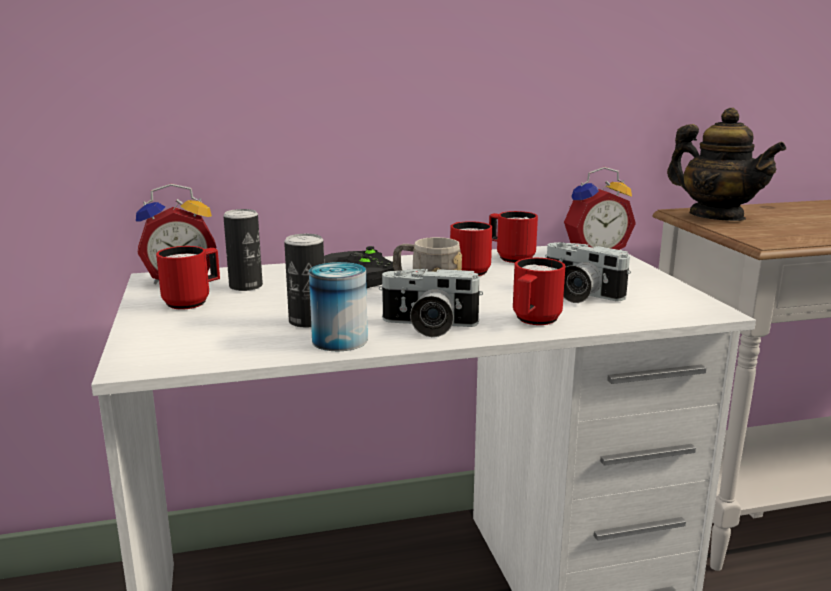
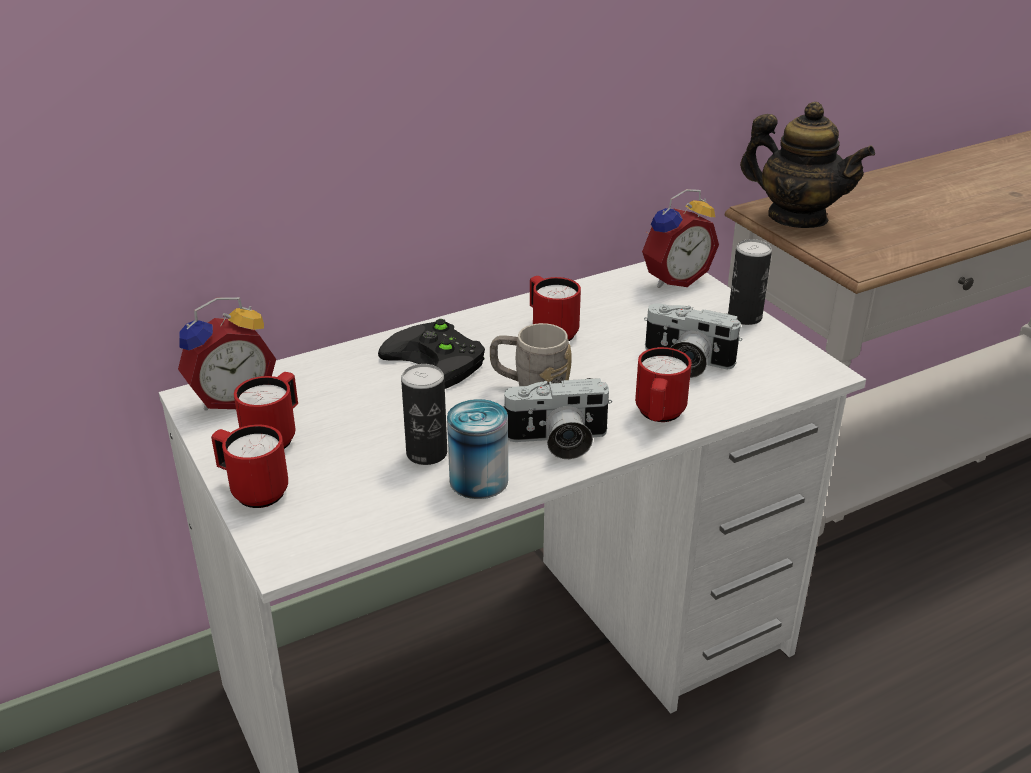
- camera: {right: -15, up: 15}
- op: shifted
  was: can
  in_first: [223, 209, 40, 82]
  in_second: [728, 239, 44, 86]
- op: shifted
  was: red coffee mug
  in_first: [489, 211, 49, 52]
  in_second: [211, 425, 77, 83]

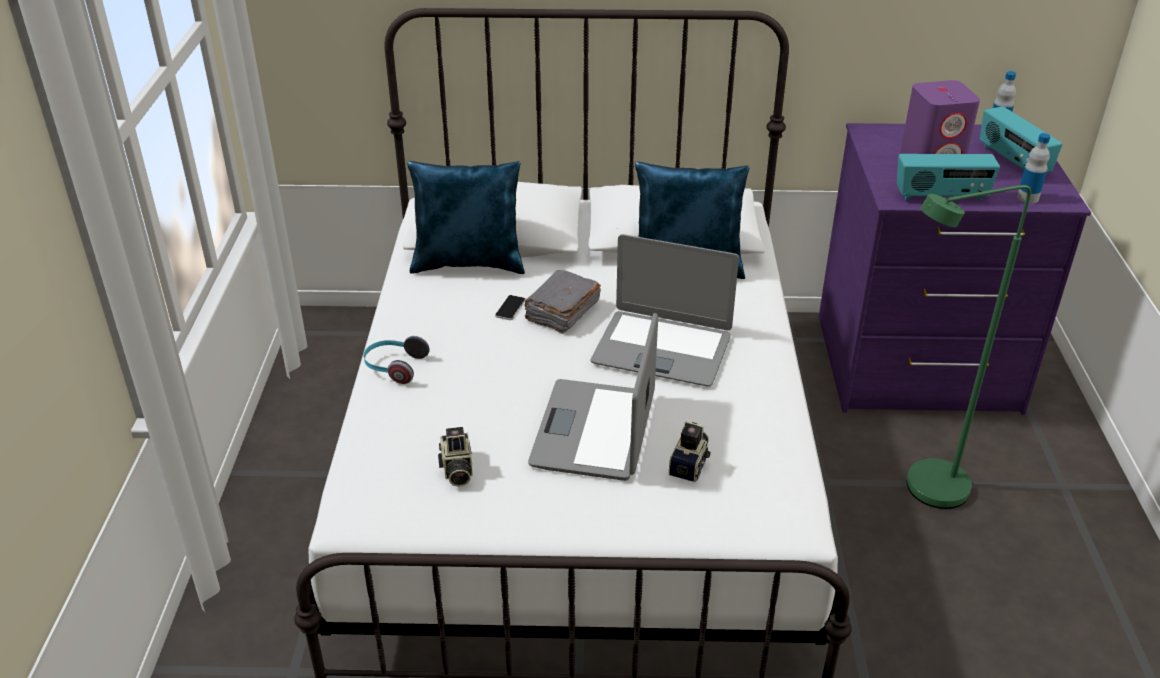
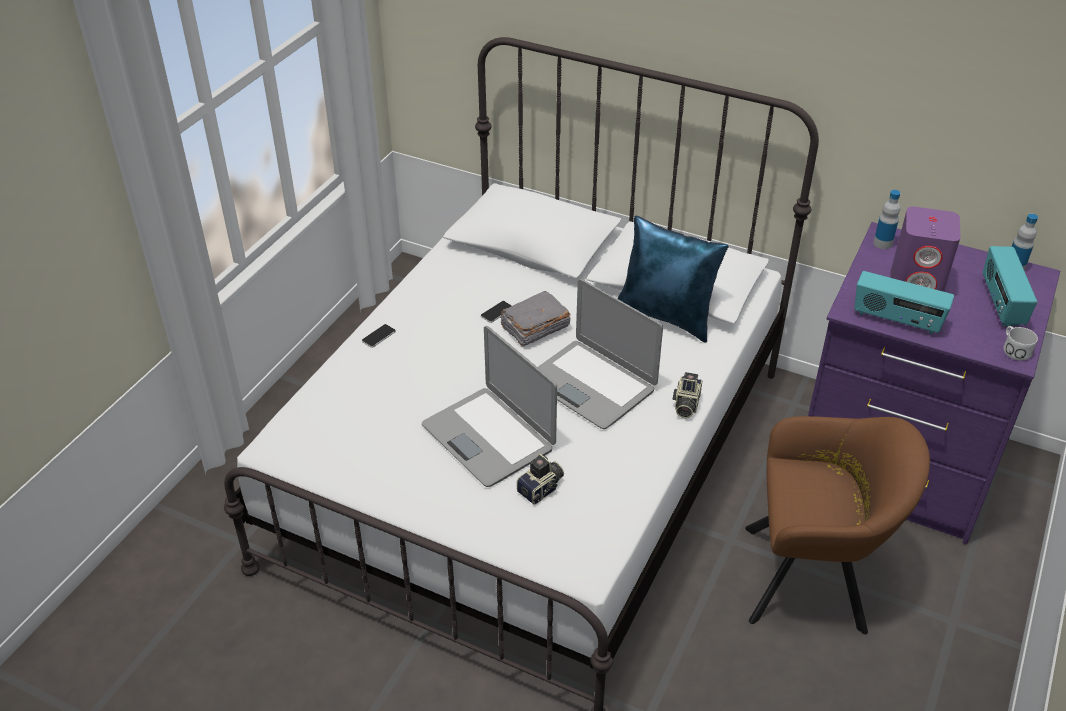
- camera: {right: 25, up: 5}
- op: shifted
  was: drink bottle
  in_first: [1017, 133, 33, 70]
  in_second: [873, 190, 27, 59]
- op: gone
  was: bluish cushion
  in_first: [407, 161, 118, 113]
- op: swapped
  was: green standard lamp
  now: brown-coloured armchair
  in_first: [907, 185, 124, 324]
  in_second: [745, 416, 185, 218]
- op: rotated
  was: laptop
  in_first: [528, 313, 130, 168]
  in_second: [422, 326, 135, 161]
  clockwise: -75
- op: swapped
  was: headset
  now: phone
  in_first: [364, 336, 66, 48]
  in_second: [362, 324, 34, 24]
- op: shifted
  was: still camera
  in_first: [438, 427, 35, 60]
  in_second: [673, 372, 30, 46]
- op: new
  now: white-coloured coffee mug
  in_second: [1003, 326, 35, 35]

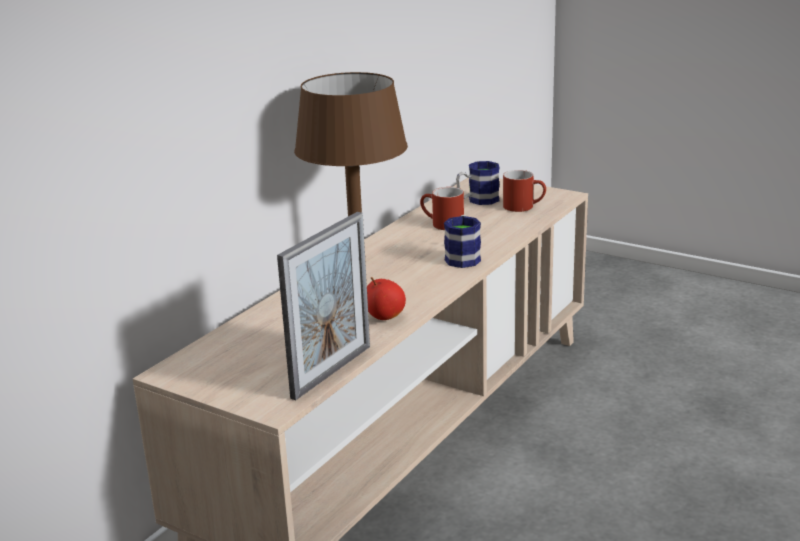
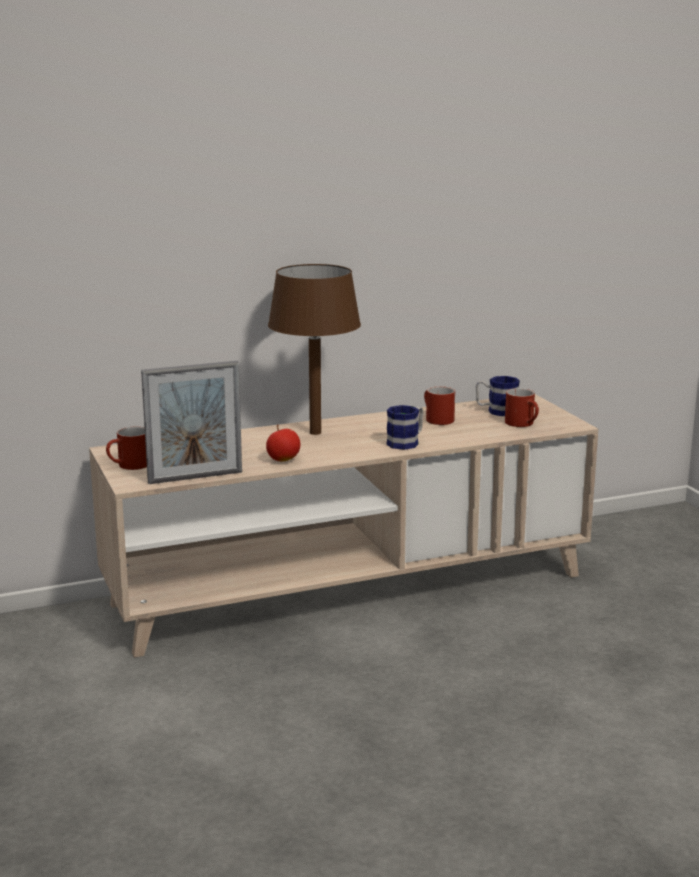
- camera: {right: 35, up: -5}
- op: new
  now: red coffee mug
  in_second: [106, 427, 41, 43]

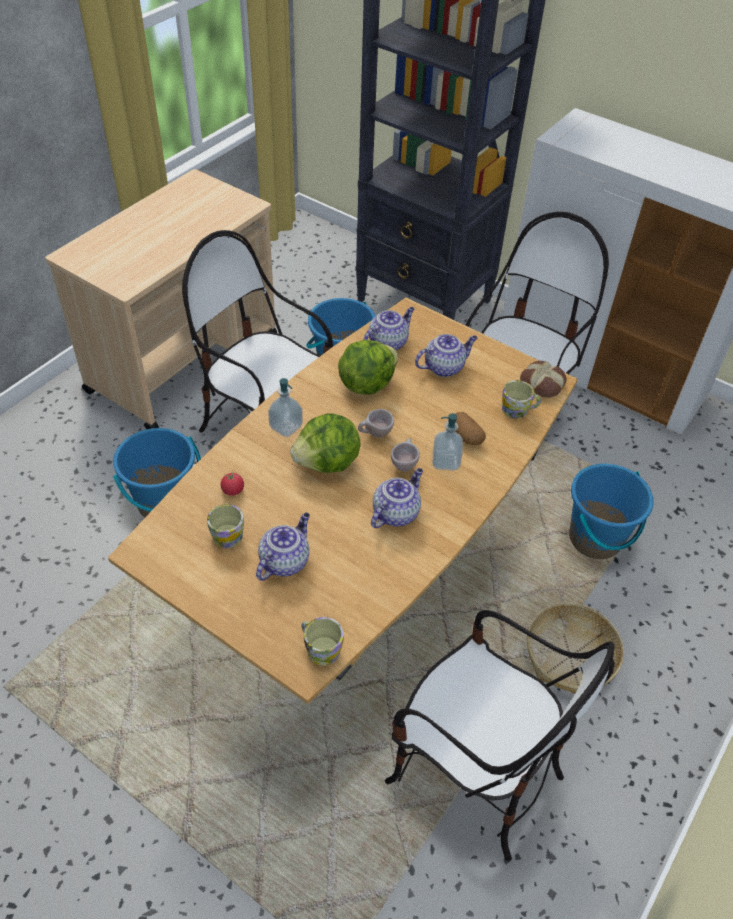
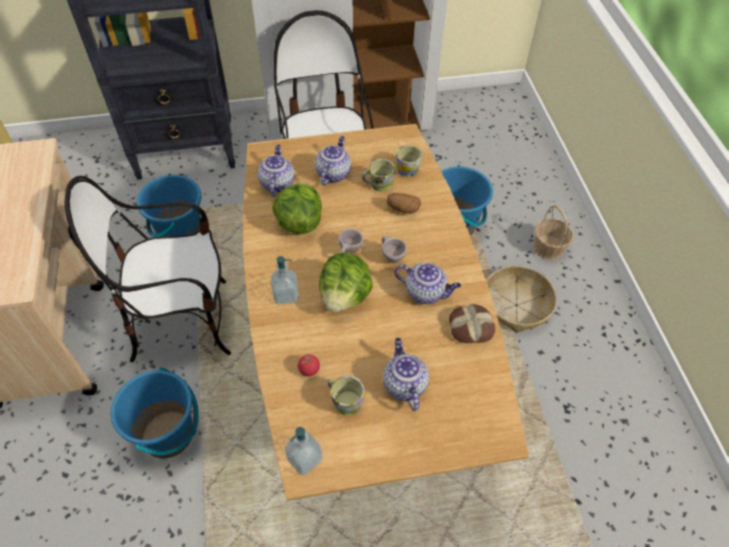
- camera: {right: -45, up: 5}
- op: shifted
  was: bakery bread
  in_first: [520, 361, 47, 37]
  in_second: [449, 304, 46, 39]
- op: shifted
  was: liquid soap bottle
  in_first: [433, 413, 30, 58]
  in_second: [285, 427, 38, 48]
- op: rotated
  was: pot for tea
  in_first: [371, 468, 52, 60]
  in_second: [394, 263, 67, 41]
  clockwise: 120
- op: gone
  was: upright chair
  in_first: [385, 610, 230, 251]
- op: shifted
  was: coffee mug
  in_first: [302, 617, 42, 48]
  in_second: [361, 159, 34, 32]
- op: new
  now: storage basket
  in_second: [533, 205, 41, 55]

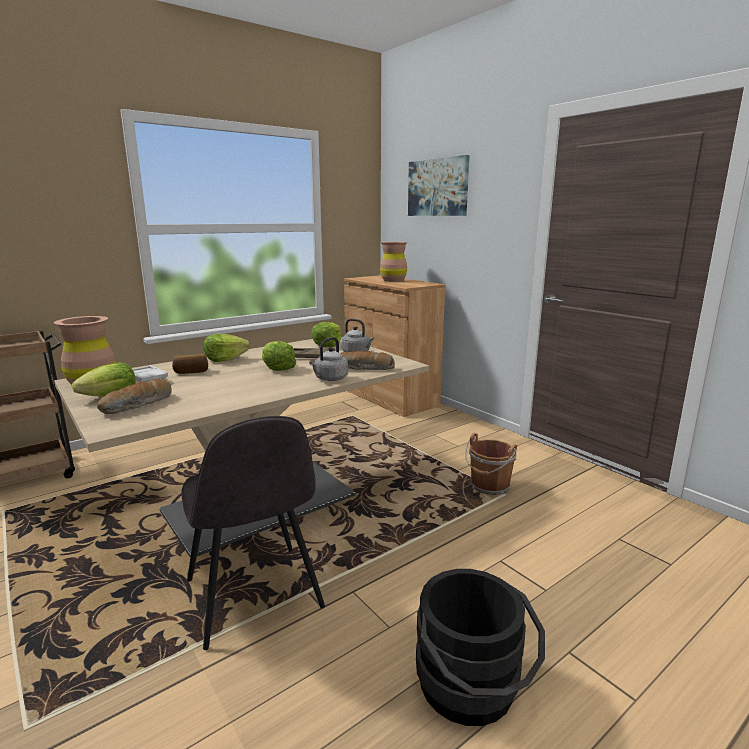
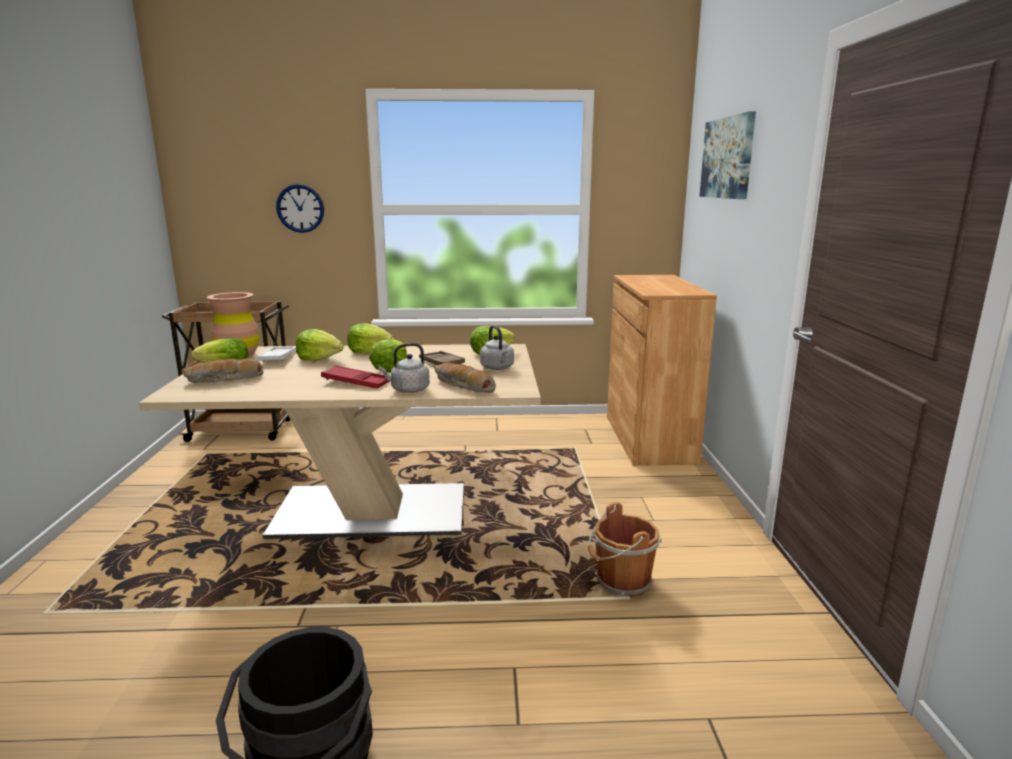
- camera: {right: 35, up: 0}
- op: gone
  was: brown-coloured flower vase
  in_first: [380, 242, 27, 40]
- op: swapped
  was: bakery bread
  now: lettuce head
  in_first: [172, 354, 36, 20]
  in_second: [296, 329, 48, 32]
- op: gone
  was: greyish upright chair
  in_first: [181, 416, 144, 234]
- op: new
  now: wall clock
  in_second: [276, 184, 48, 49]
- op: new
  now: red serving tray
  in_second: [321, 366, 70, 22]

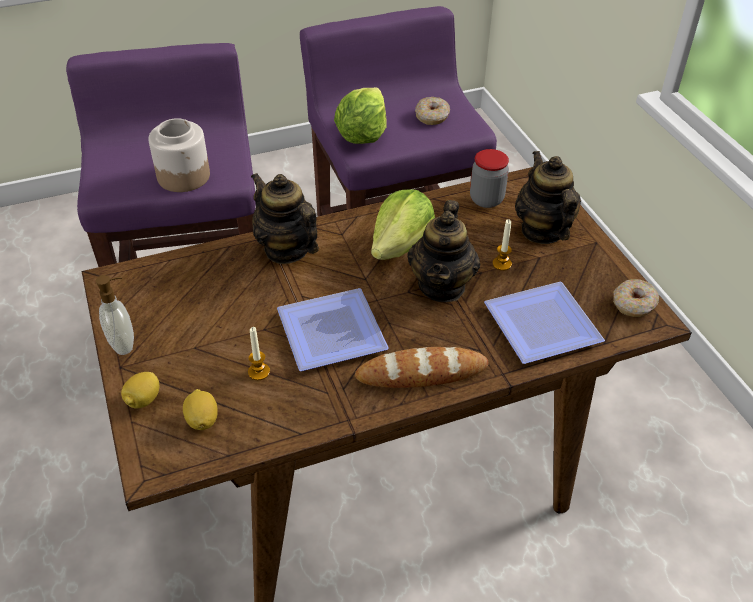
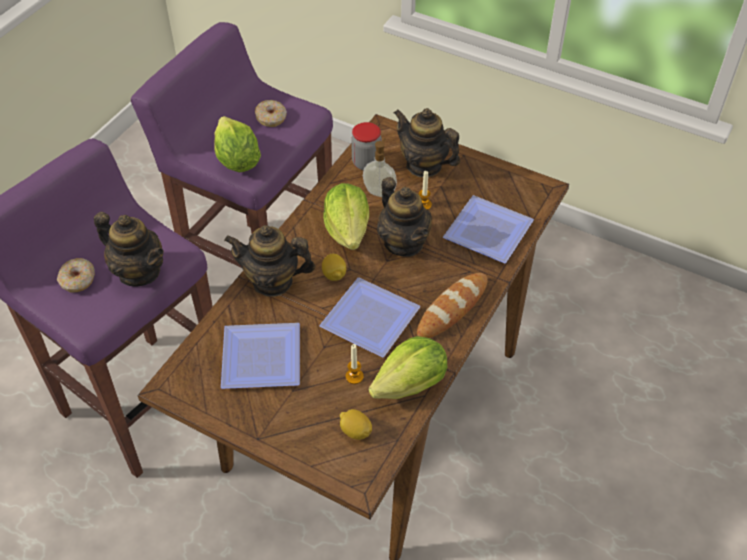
- camera: {right: -40, up: 5}
- op: swapped
  was: jar
  now: pot for tea
  in_first: [148, 118, 62, 74]
  in_second: [94, 212, 70, 75]
- op: shifted
  was: liquid soap bottle
  in_first: [96, 275, 38, 80]
  in_second: [363, 138, 34, 59]
- op: shifted
  was: ring doughnut
  in_first: [613, 279, 46, 38]
  in_second: [57, 258, 38, 35]
- op: shifted
  was: lemon
  in_first: [121, 372, 39, 37]
  in_second: [322, 254, 24, 27]
- op: new
  now: dinner plate
  in_second: [221, 323, 79, 66]
- op: new
  now: lettuce head
  in_second: [368, 336, 79, 63]

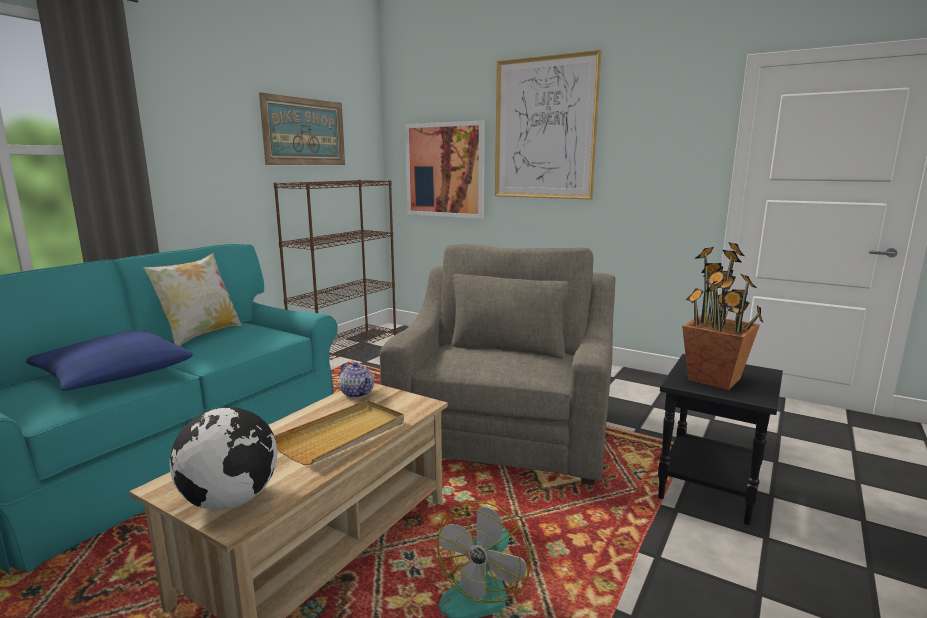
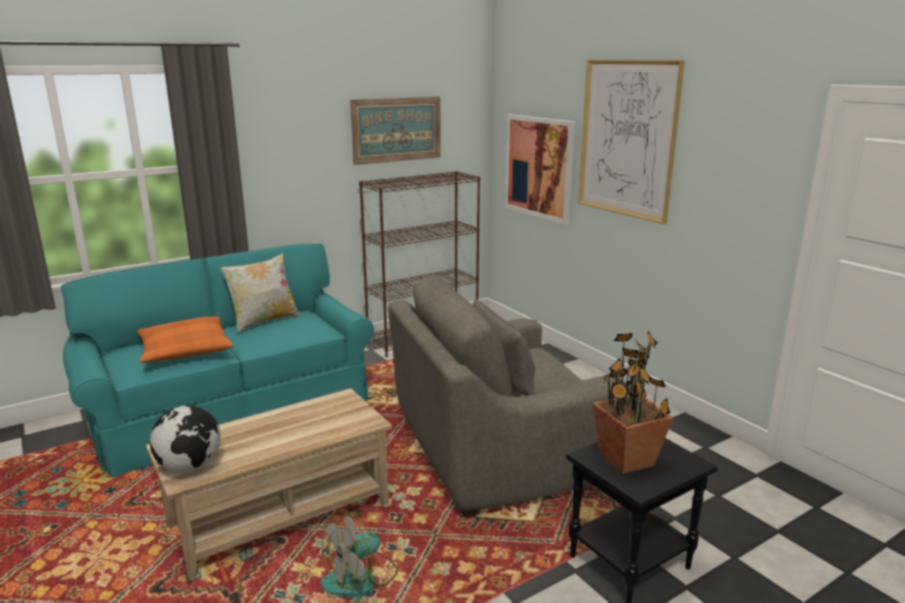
- camera: {right: 25, up: 5}
- op: rotated
  was: greyish armchair
  in_first: [380, 244, 236, 241]
  in_second: [388, 275, 228, 243]
  clockwise: -150
- op: repainted
  was: bluish cushion
  now: orange-coloured cushion
  in_first: [26, 330, 167, 61]
  in_second: [137, 316, 96, 47]
- op: gone
  was: pot for tea
  in_first: [339, 362, 35, 36]
- op: gone
  was: beige serving tray
  in_first: [274, 400, 130, 65]

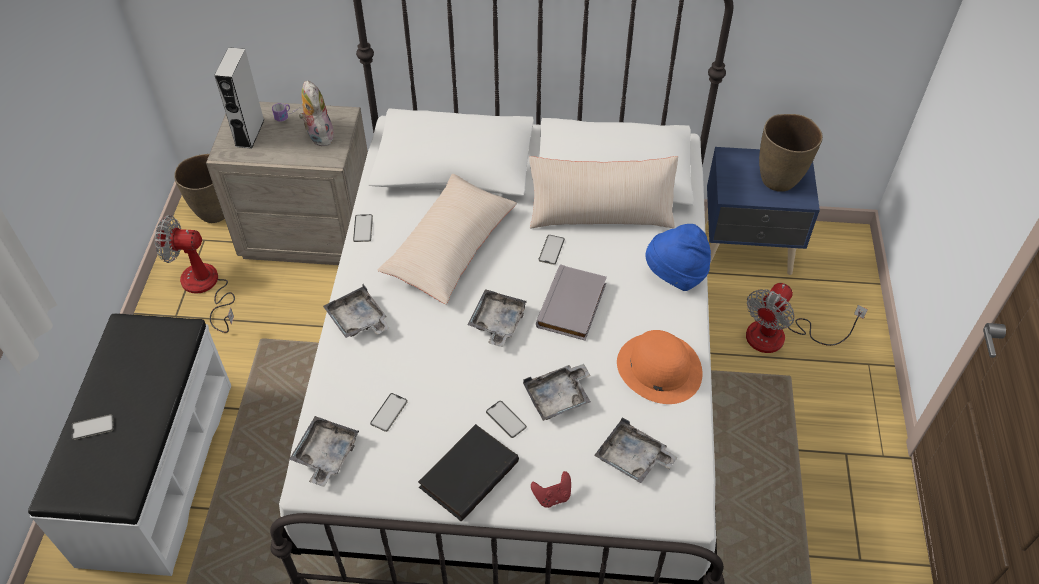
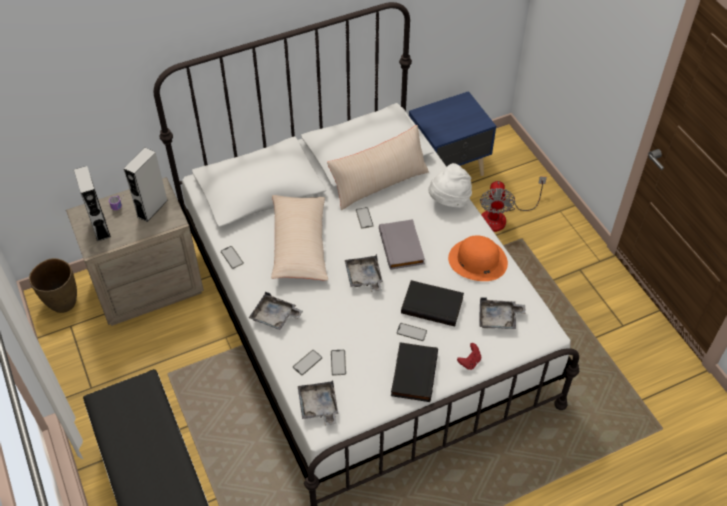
- camera: {right: -30, up: 0}
- op: swapped
  was: plush toy
  now: greyish speaker
  in_first: [299, 81, 35, 65]
  in_second: [124, 148, 44, 74]
- op: gone
  was: brown-coloured flower vase
  in_first: [759, 114, 64, 78]
- op: gone
  was: fan
  in_first: [155, 215, 80, 118]
- op: repainted
  was: bluish hat
  now: white-coloured hat
  in_first: [646, 224, 65, 67]
  in_second: [428, 163, 44, 45]
- op: swapped
  was: greyish serving tray
  now: black bound book
  in_first: [523, 364, 68, 57]
  in_second: [401, 280, 63, 46]
- op: shifted
  was: phone
  in_first: [72, 414, 42, 26]
  in_second: [293, 350, 29, 25]

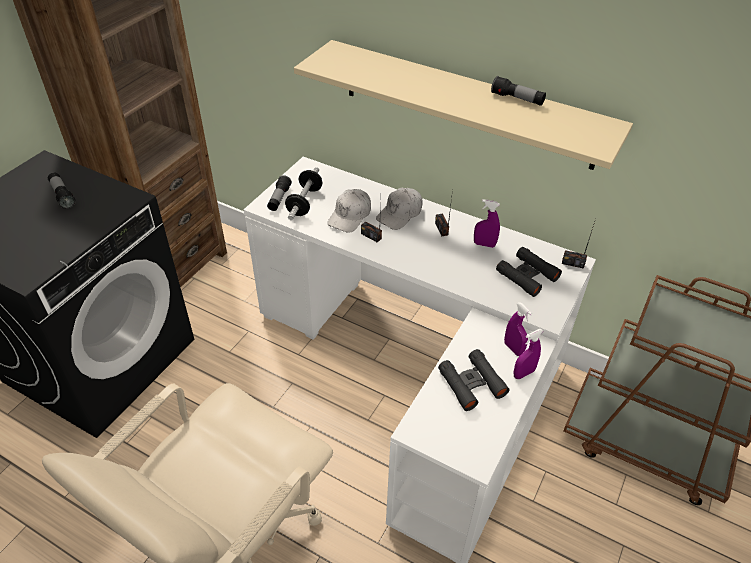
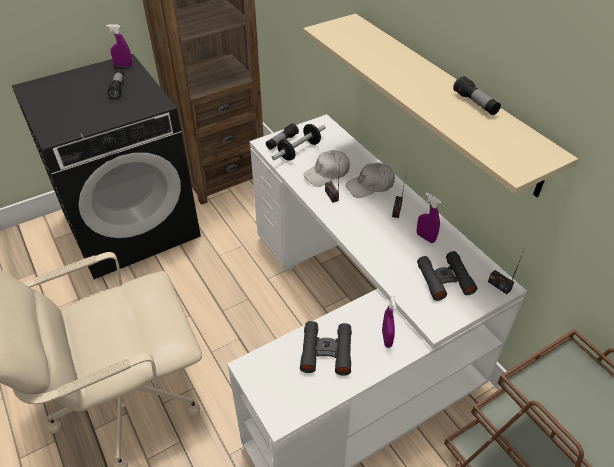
- camera: {right: 30, up: 0}
- op: shifted
  was: purple spray bottle
  in_first: [514, 329, 29, 50]
  in_second: [106, 24, 26, 43]

